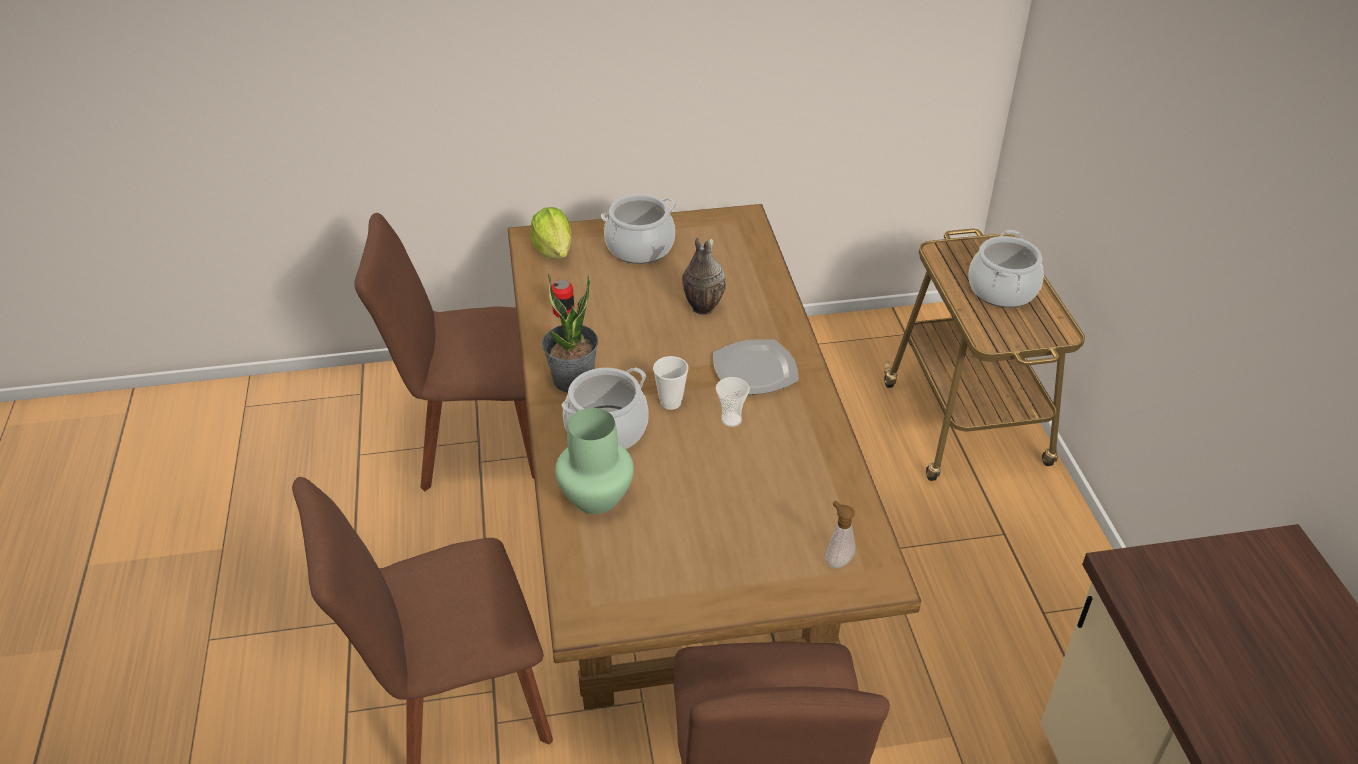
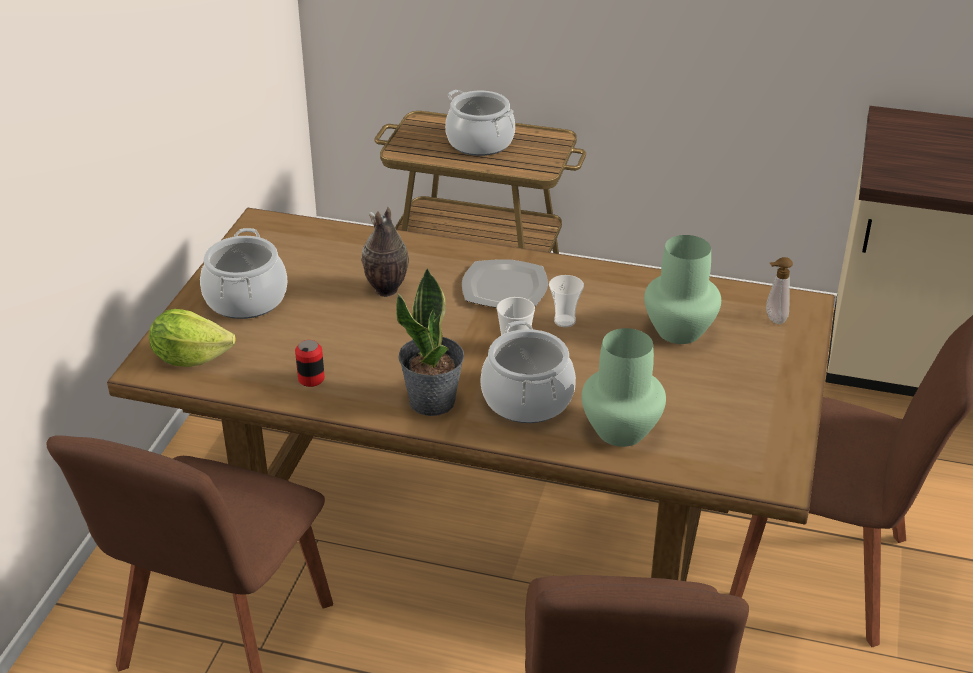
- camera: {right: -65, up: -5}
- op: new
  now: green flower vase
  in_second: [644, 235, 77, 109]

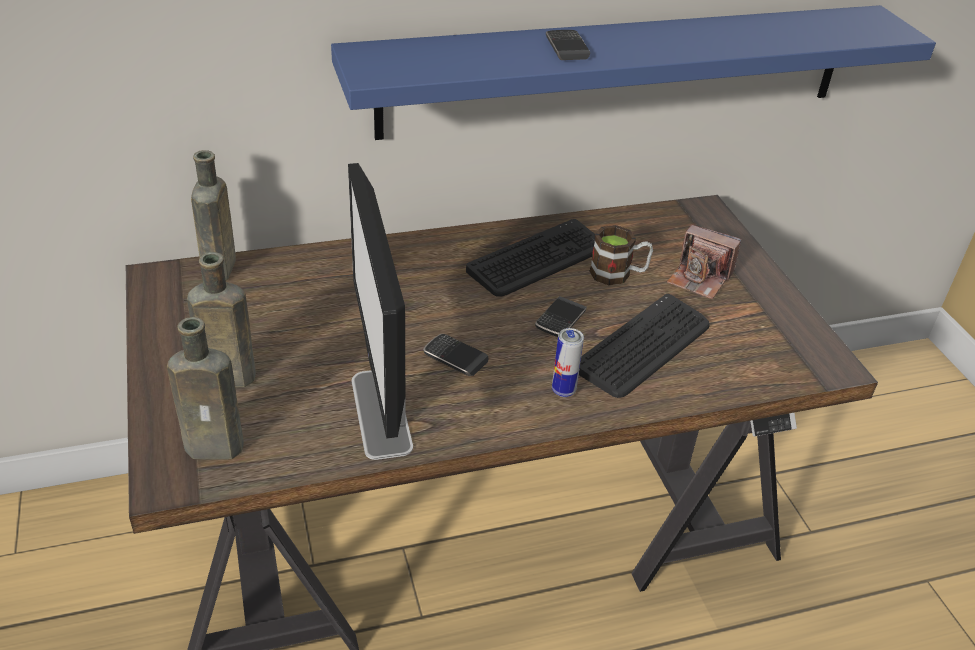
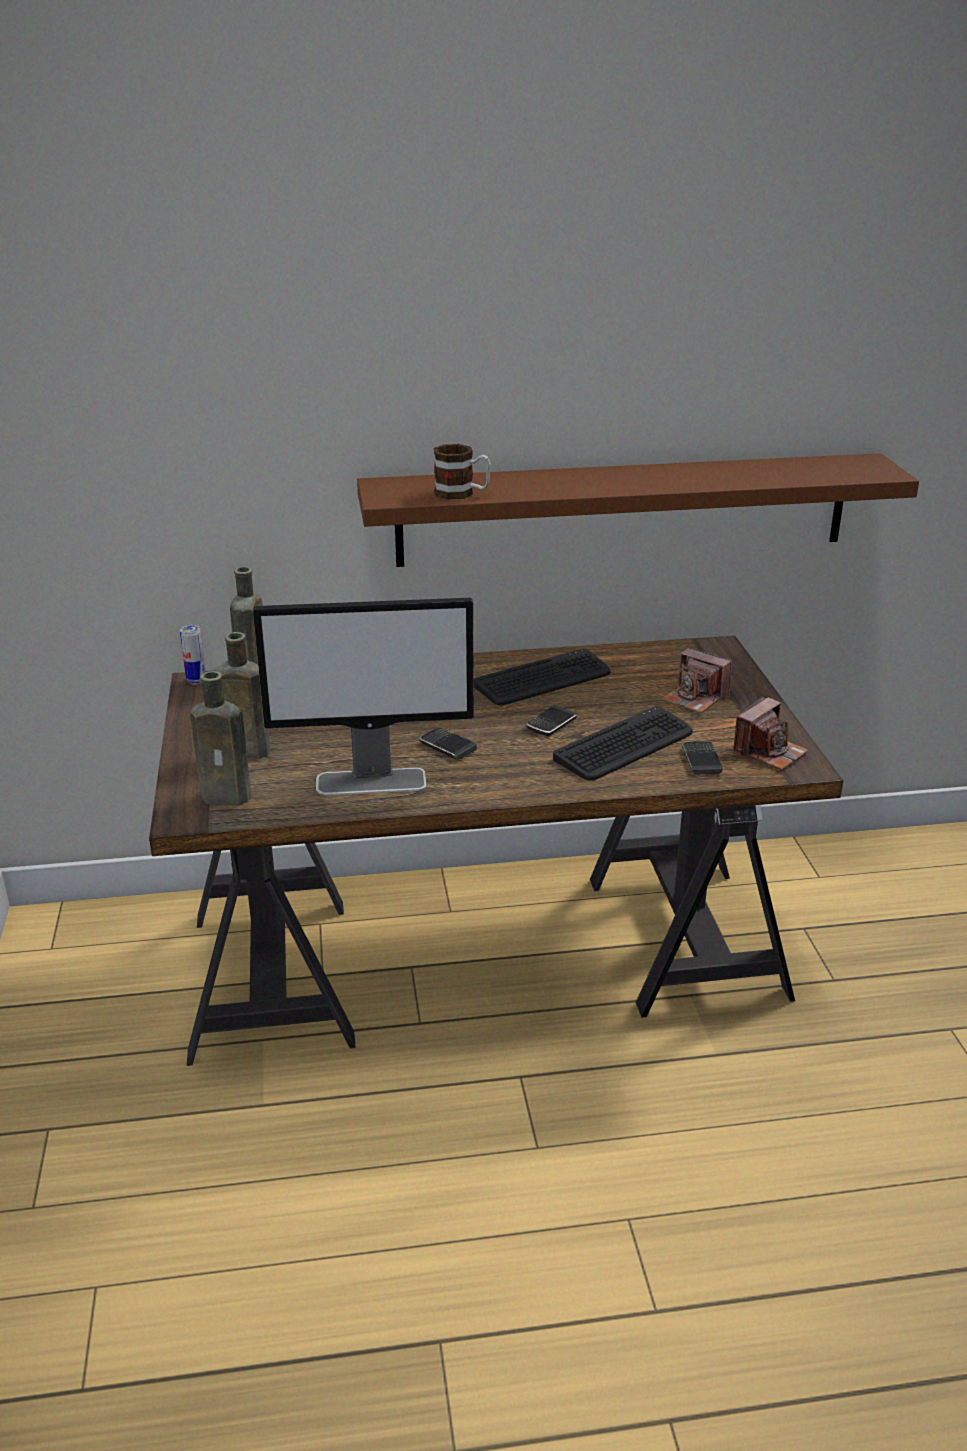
- camera: {right: 10, up: -10}
- op: repainted
  was: bluish wall shelf
  now: brown-coloured wall shelf
  in_first: [331, 5, 605, 135]
  in_second: [357, 453, 562, 114]
- op: shifted
  was: phone
  in_first: [546, 30, 44, 30]
  in_second: [682, 741, 41, 34]
- op: rotated
  was: computer display
  in_first: [348, 163, 65, 297]
  in_second: [253, 598, 221, 198]
  clockwise: -90
- op: shifted
  was: coffee mug
  in_first: [589, 225, 64, 60]
  in_second: [434, 444, 57, 56]
- op: shifted
  was: can
  in_first: [552, 328, 32, 69]
  in_second: [180, 625, 26, 59]
- op: new
  now: still camera
  in_second: [733, 696, 75, 74]

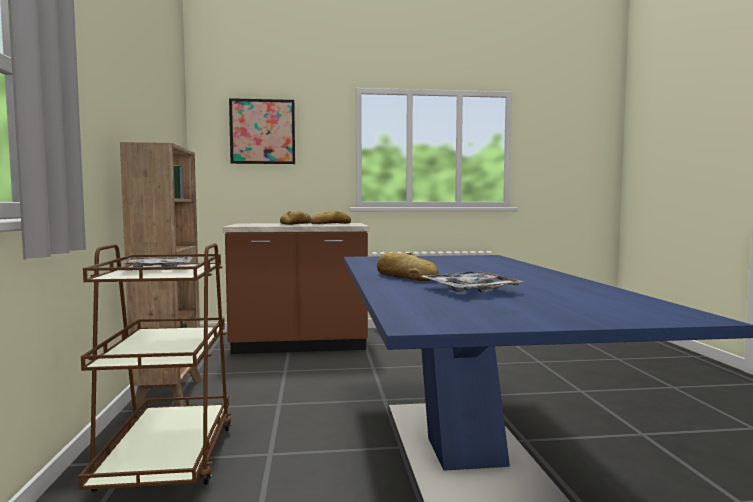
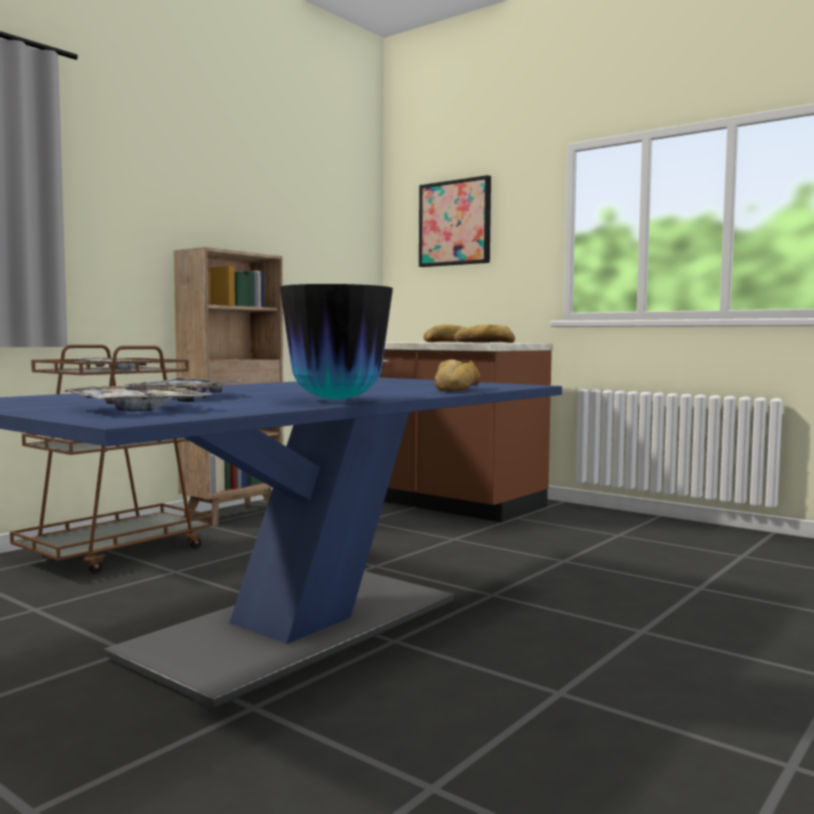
- camera: {right: 45, up: 0}
- op: shifted
  was: bakery bread
  in_first: [377, 252, 62, 29]
  in_second: [434, 360, 46, 31]
- op: new
  now: flower vase
  in_second: [280, 284, 113, 116]
- op: new
  now: serving tray
  in_second: [65, 386, 147, 25]

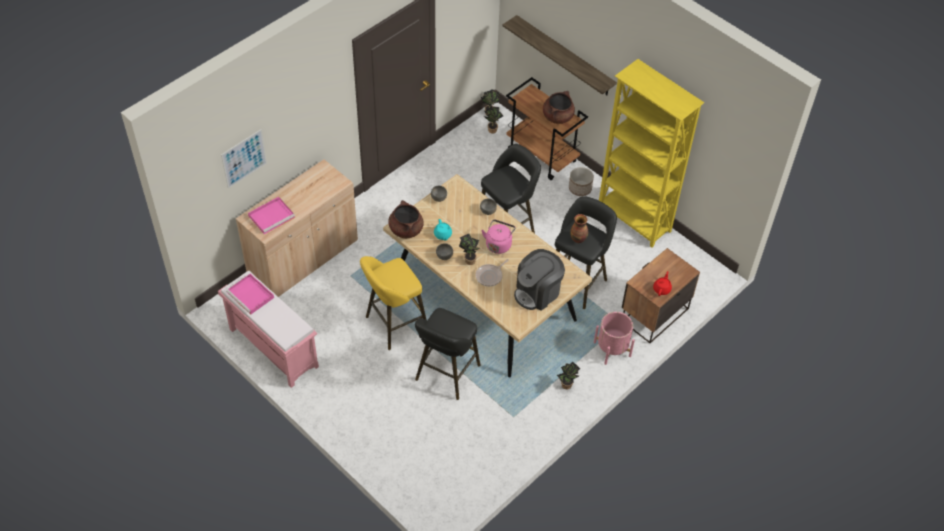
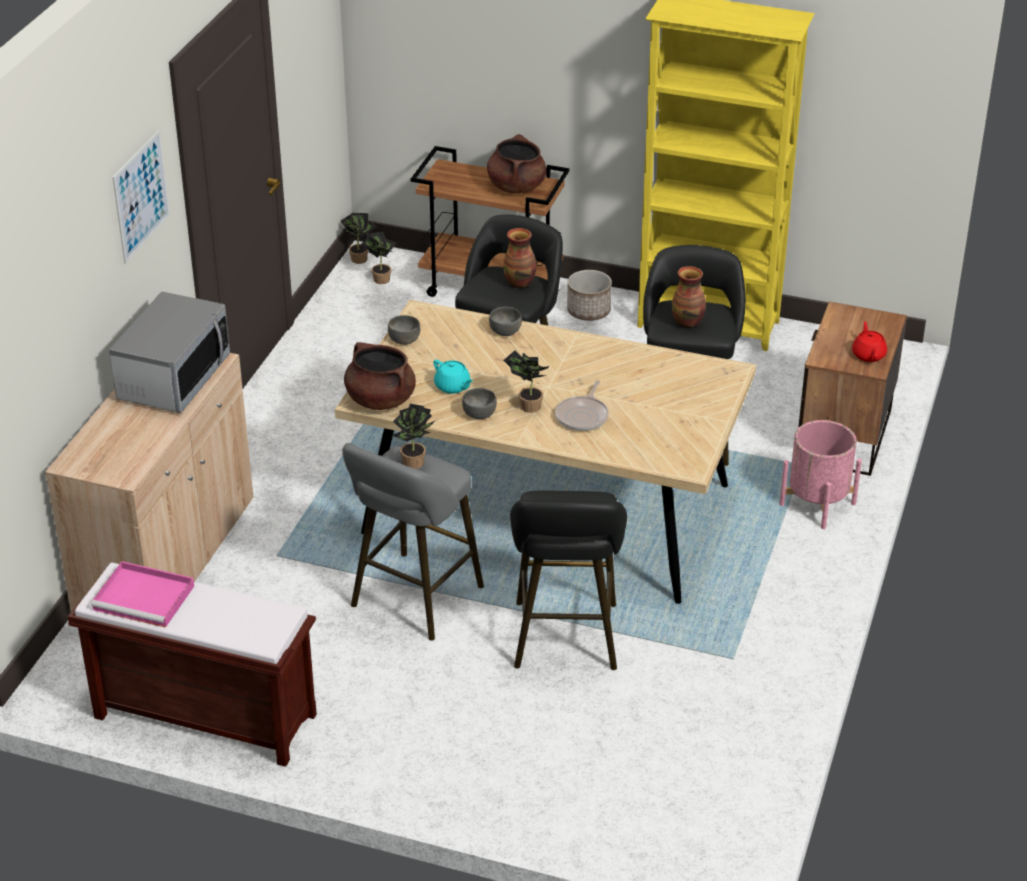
- camera: {right: -25, up: -15}
- op: gone
  was: wall shelf
  in_first: [502, 15, 115, 80]
- op: shifted
  was: picture
  in_first: [221, 129, 46, 60]
  in_second: [113, 130, 57, 133]
- op: gone
  was: pinkish serving tray
  in_first: [248, 197, 47, 37]
- op: gone
  was: pinkish tea kettle
  in_first: [481, 219, 35, 35]
- op: gone
  was: coffee machine
  in_first: [514, 249, 51, 62]
- op: repainted
  was: yellow-coloured stool seat
  now: greyish stool seat
  in_first: [360, 256, 66, 94]
  in_second: [342, 443, 142, 198]
- op: repainted
  was: pinkish bench
  now: brown-coloured bench
  in_first: [218, 271, 101, 117]
  in_second: [68, 563, 249, 204]
- op: shifted
  was: plant in a pot
  in_first: [557, 362, 23, 27]
  in_second: [392, 404, 43, 65]
- op: new
  now: flower vase
  in_second: [504, 228, 32, 61]
- op: new
  now: microwave oven
  in_second: [109, 291, 121, 122]

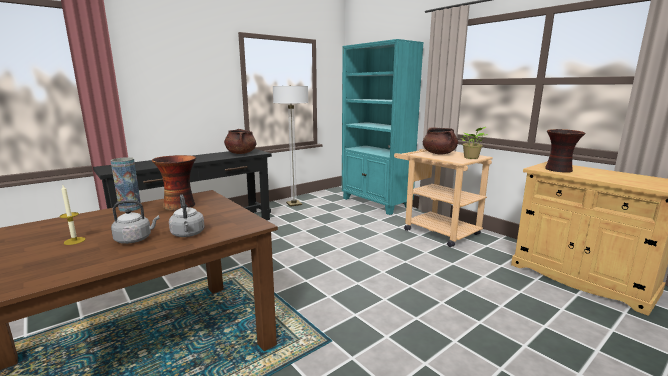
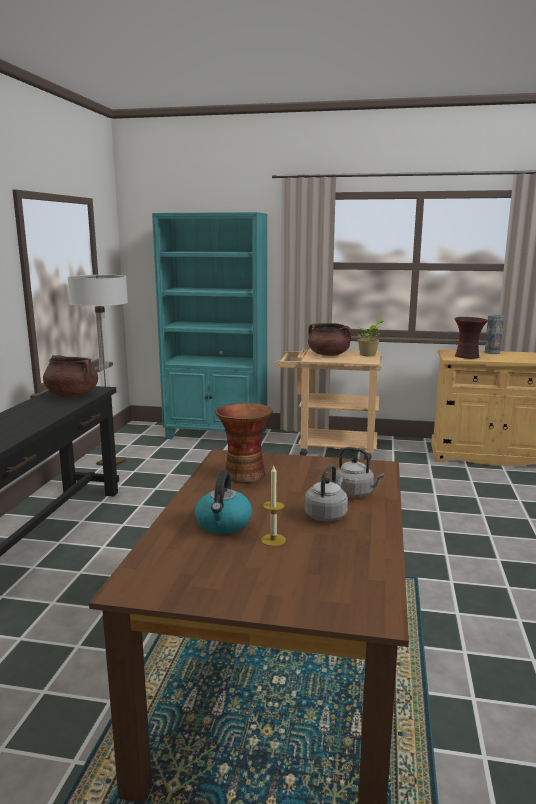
- camera: {right: -40, up: 0}
- op: shifted
  was: flower vase
  in_first: [111, 157, 30, 55]
  in_second: [484, 315, 20, 39]
- op: new
  now: tea kettle
  in_second: [194, 471, 58, 63]

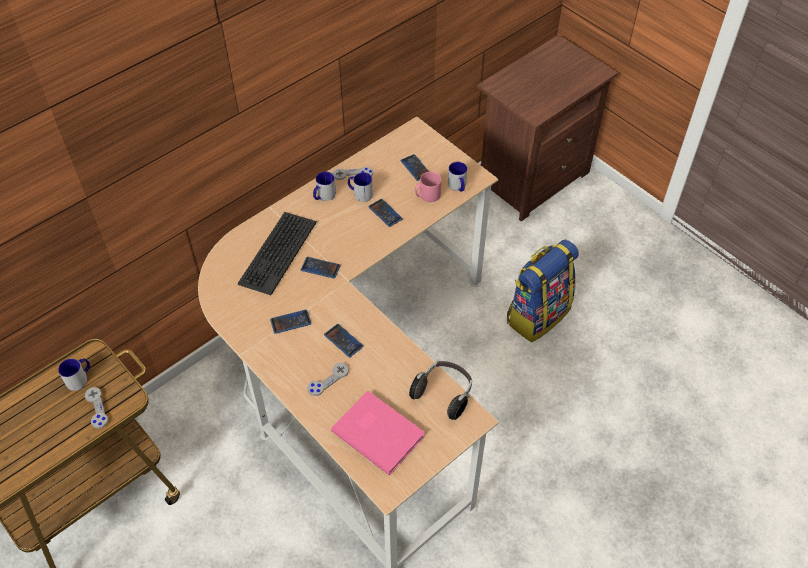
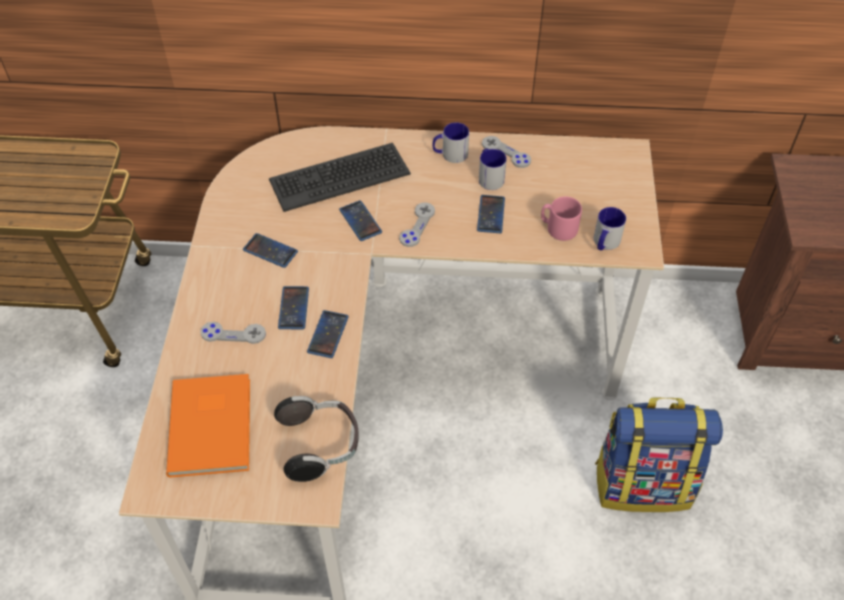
- camera: {right: 45, up: 0}
- op: shifted
  was: phone
  in_first: [401, 154, 28, 27]
  in_second: [307, 310, 41, 48]
- op: gone
  was: coffee mug
  in_first: [58, 359, 32, 32]
- op: shifted
  was: greyish gamepad
  in_first: [85, 387, 23, 42]
  in_second: [399, 202, 36, 45]
- op: repainted
  was: pinkish bound book
  now: orange-coloured bound book
  in_first: [331, 391, 94, 85]
  in_second: [166, 374, 84, 104]

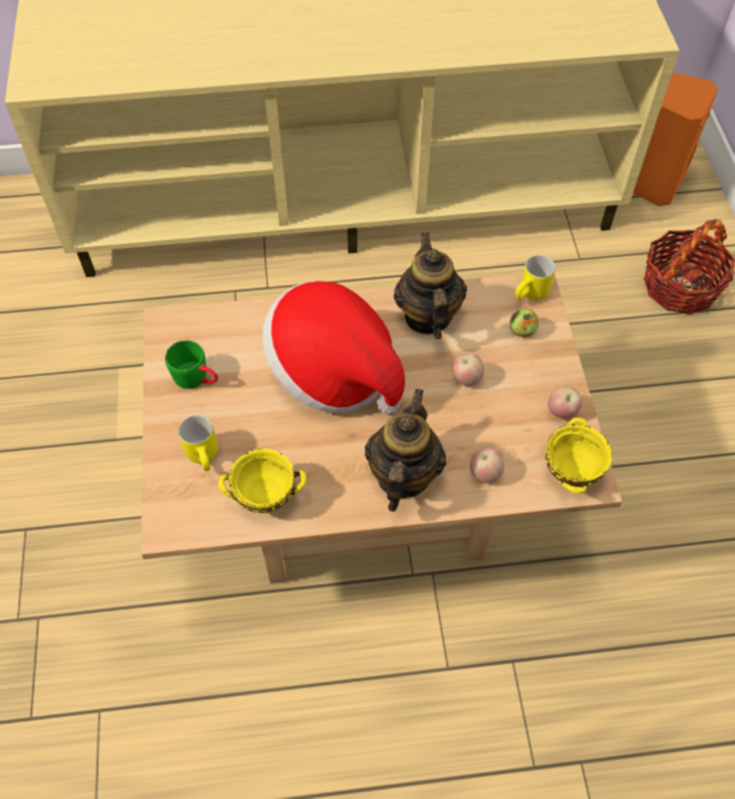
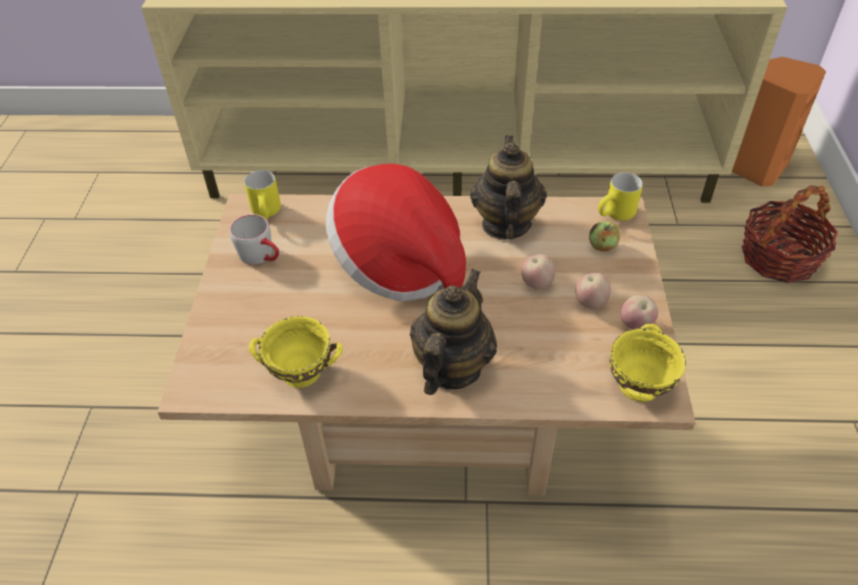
- camera: {right: 10, up: -10}
- op: repainted
  was: green coffee mug
  now: greyish coffee mug
  in_first: [165, 340, 53, 49]
  in_second: [230, 214, 49, 51]
- op: shifted
  was: yellow-coloured coffee mug
  in_first: [179, 415, 39, 56]
  in_second: [244, 170, 37, 49]
- op: shifted
  was: whole apple
  in_first: [470, 448, 34, 35]
  in_second: [575, 273, 36, 36]

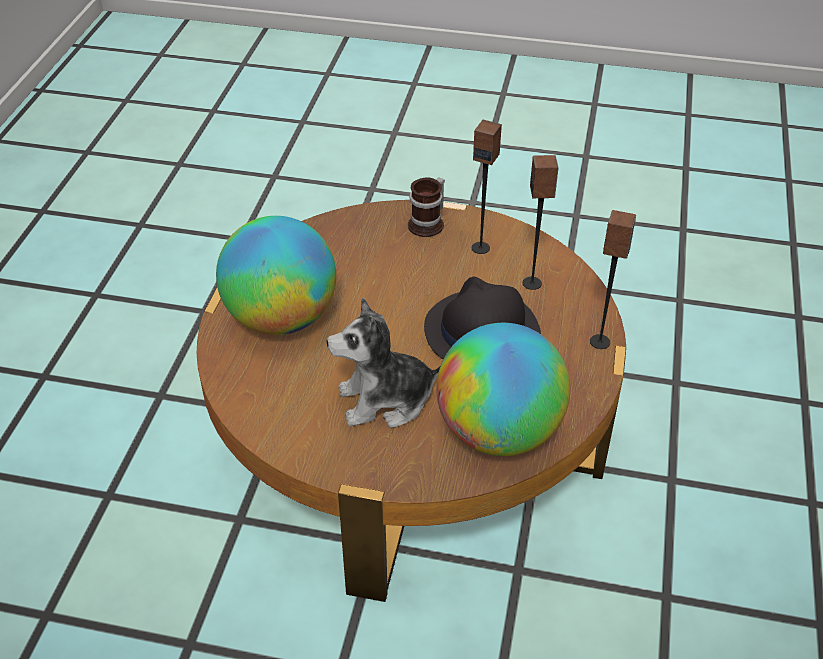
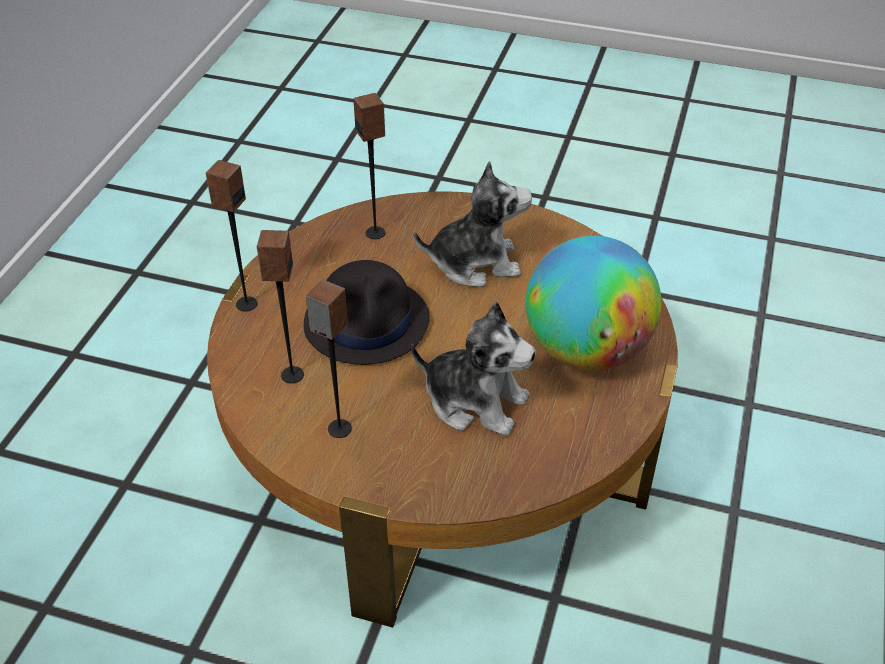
- camera: {right: -175, up: 0}
- op: gone
  was: coffee mug
  in_first: [408, 177, 37, 60]
- op: swapped
  was: globe
  now: speaker
  in_first: [436, 323, 134, 133]
  in_second: [353, 93, 32, 146]
- op: new
  now: plush toy
  in_second: [411, 302, 125, 134]

